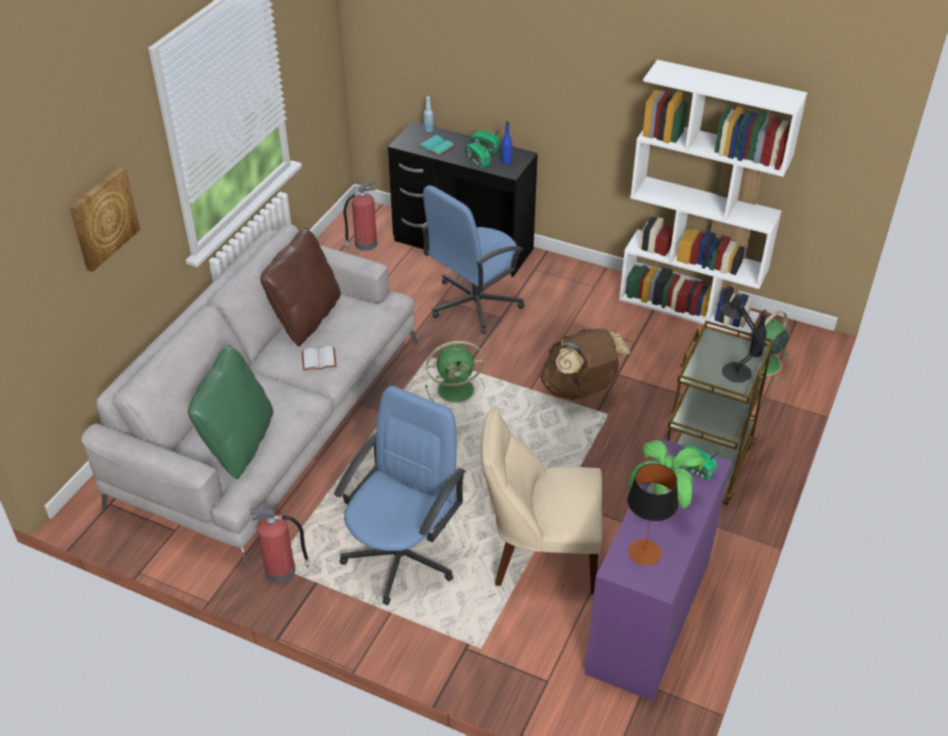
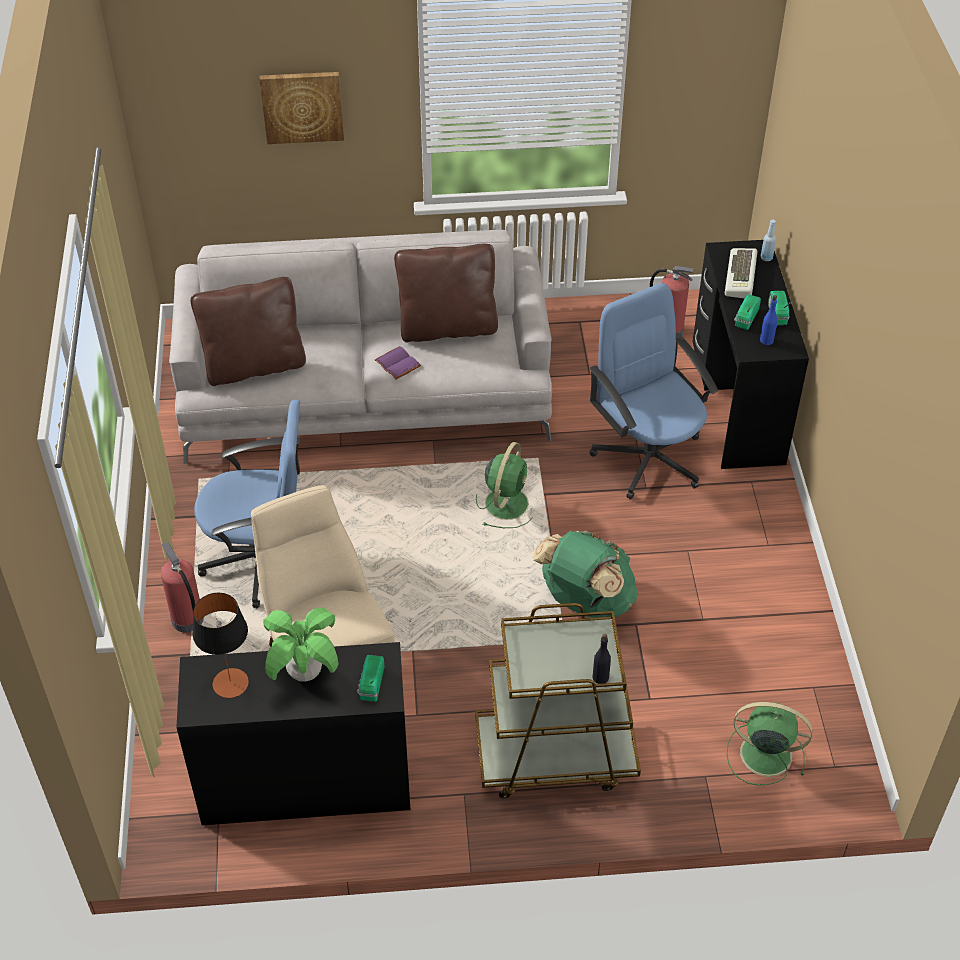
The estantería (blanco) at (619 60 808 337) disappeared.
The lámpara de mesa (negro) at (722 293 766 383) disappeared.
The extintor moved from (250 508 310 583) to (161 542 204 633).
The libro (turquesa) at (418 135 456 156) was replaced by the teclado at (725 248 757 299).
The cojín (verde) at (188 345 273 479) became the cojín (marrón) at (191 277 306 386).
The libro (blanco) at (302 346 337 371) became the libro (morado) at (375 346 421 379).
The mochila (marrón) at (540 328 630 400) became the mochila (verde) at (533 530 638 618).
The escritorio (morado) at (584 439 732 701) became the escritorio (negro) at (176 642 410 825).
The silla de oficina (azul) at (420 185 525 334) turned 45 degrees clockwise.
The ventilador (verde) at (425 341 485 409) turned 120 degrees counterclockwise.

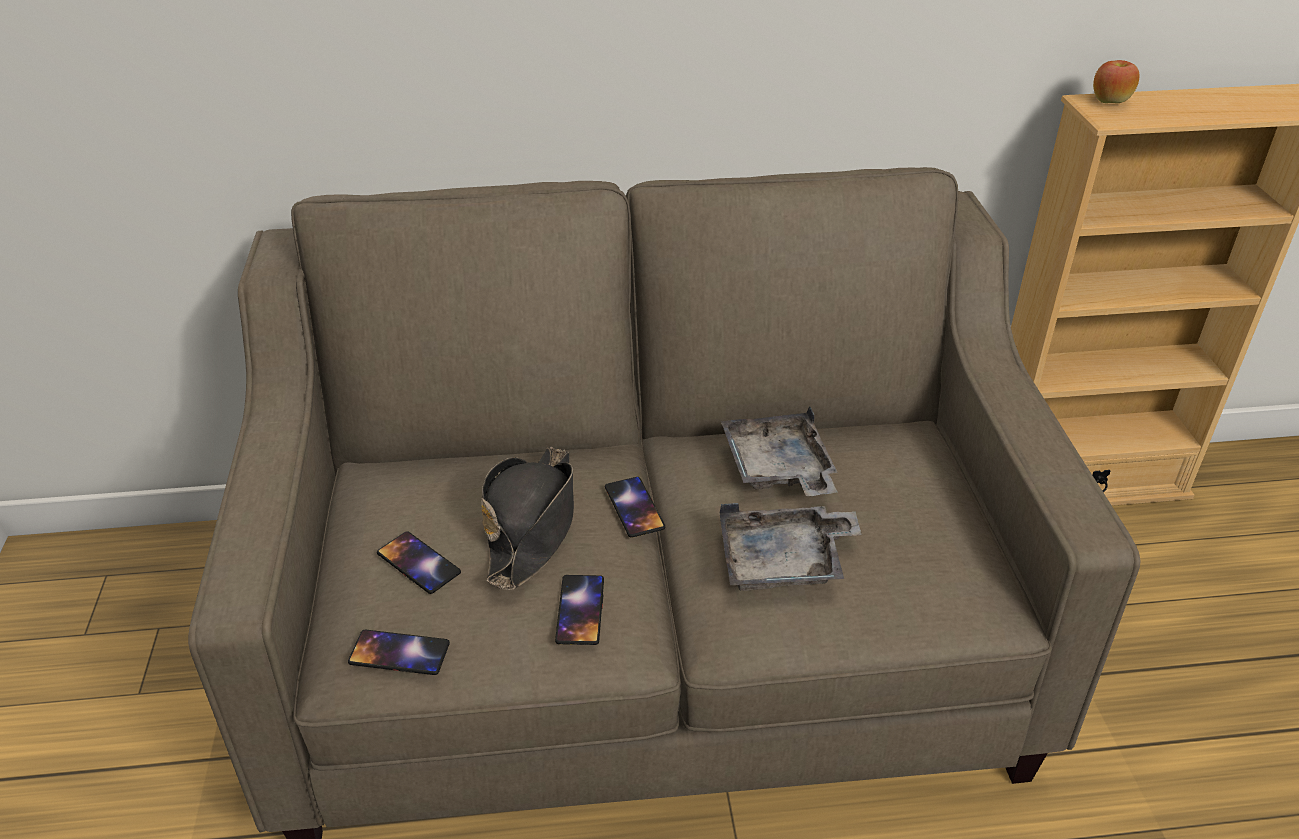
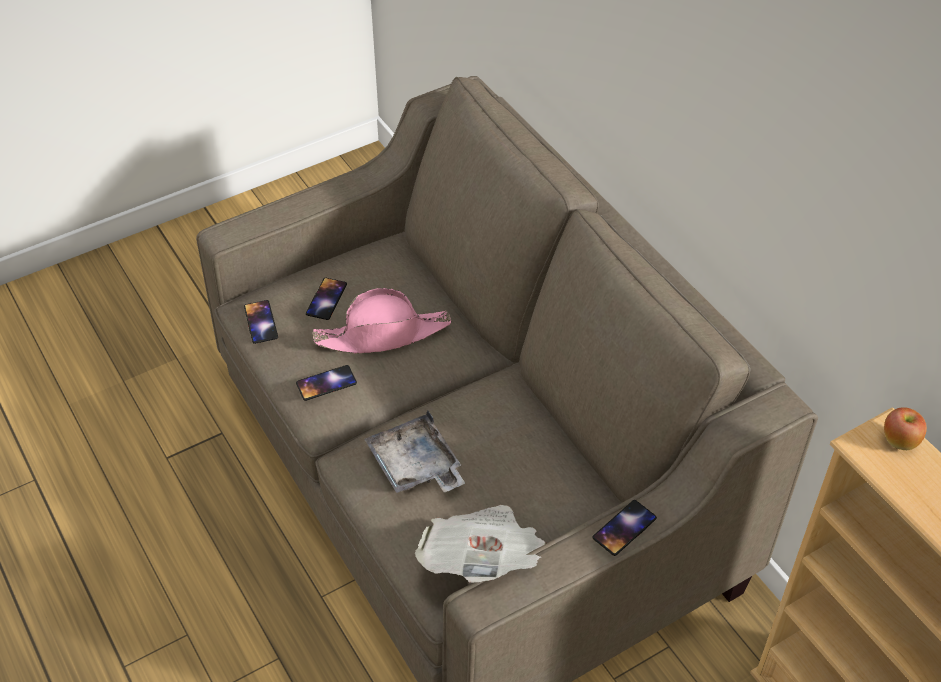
The bandeja (gris) at (721 406 838 496) disappeared.
The periódico at (414 505 547 583) appeared.
The móvil moved from (605 477 665 538) to (592 500 657 556).
The sombrero (negro) at (481 447 574 590) became the sombrero (rosa) at (312 288 452 354).

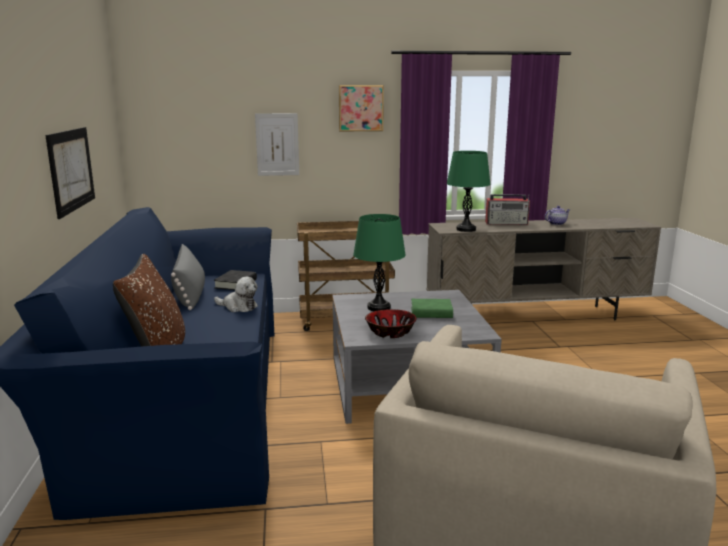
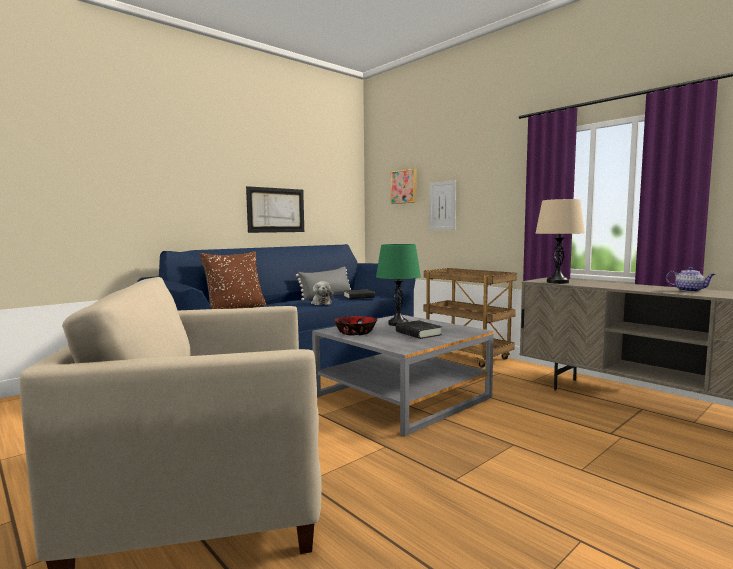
The radio at (485 194 530 225) disappeared.
The cuadro moved from (339 85 384 132) to (390 169 417 204).
The libro (verde) at (411 299 453 318) became the libro (negro) at (396 320 442 339).
The lámpara de mesa (verde) at (447 151 491 232) became the lámpara de mesa (beis) at (535 199 585 284).

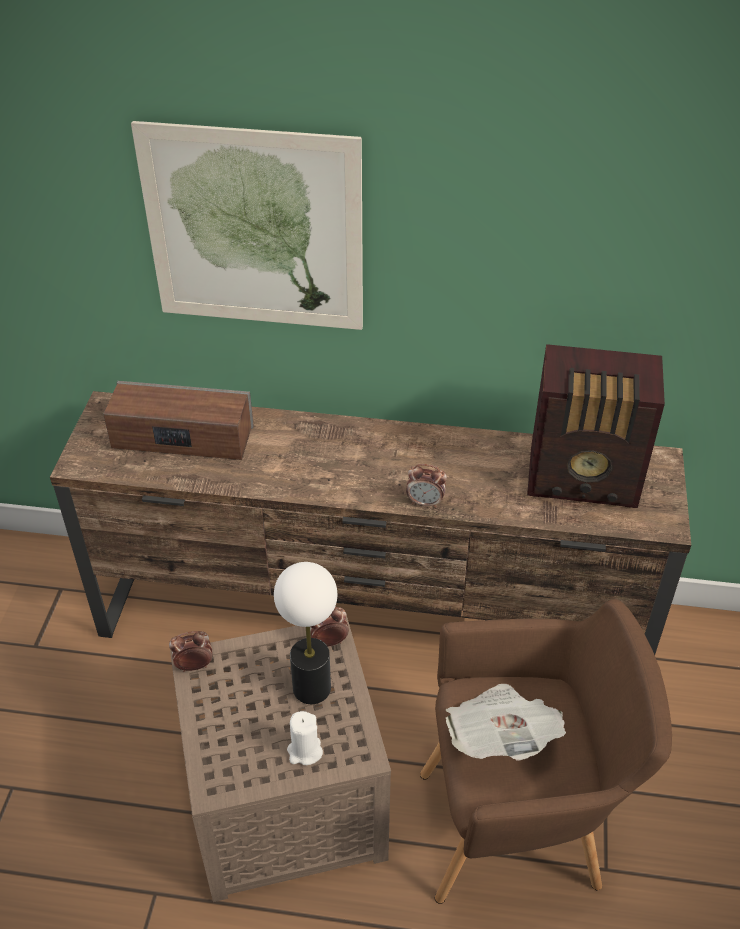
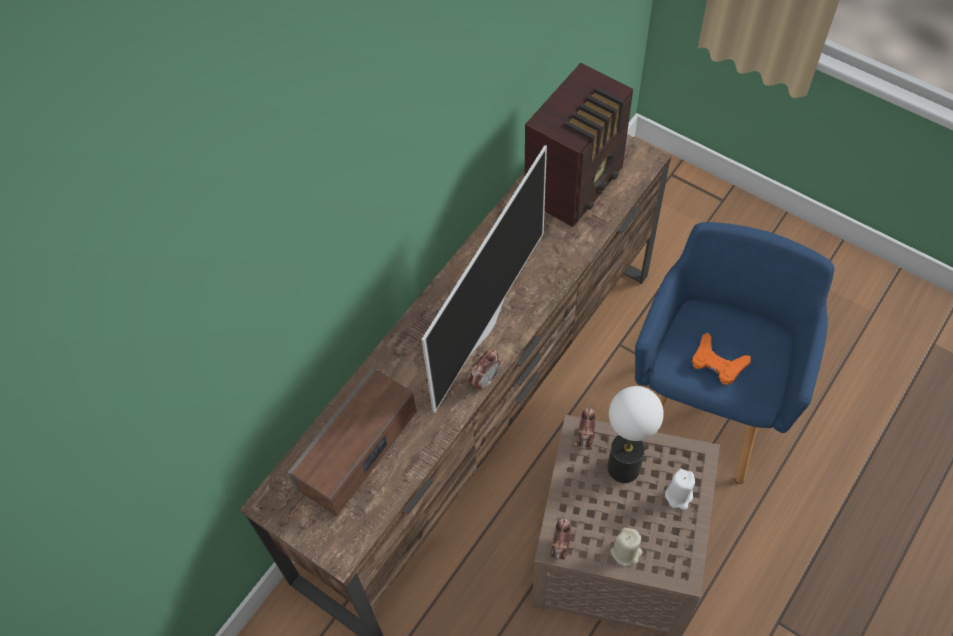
The cuadro at (131 121 363 330) disappeared.
The televisor at (421 145 547 413) appeared.
The vela (beis) at (610 528 642 566) appeared.
The despertador moved from (406 464 447 508) to (468 349 500 391).
The periódico at (446 684 566 761) was replaced by the mando de consola (naranja) at (692 333 751 385).
The sillón (marrón) at (420 599 672 904) became the sillón (azul) at (635 222 835 484).

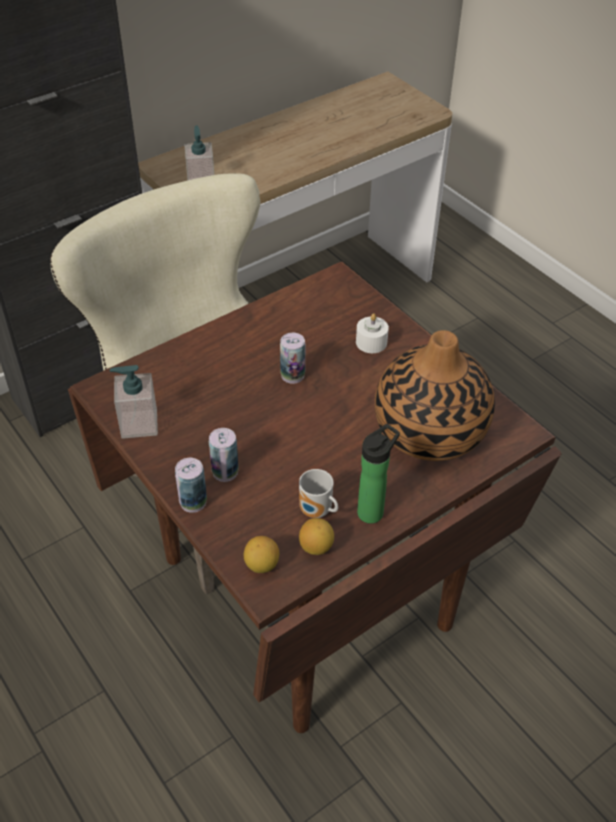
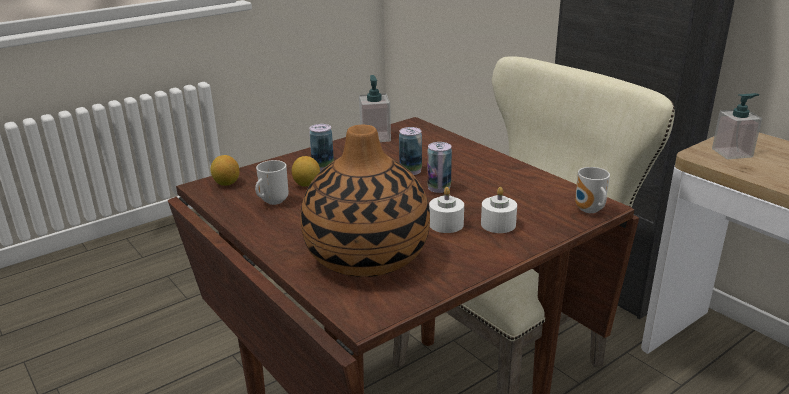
The botella at (357 424 400 524) disappeared.
The vela (blanco) at (429 187 464 233) appeared.
The taza grande at (575 167 610 213) appeared.
The lata moved from (175 458 207 513) to (399 127 422 175).
The limón moved from (299 518 334 555) to (292 156 320 187).

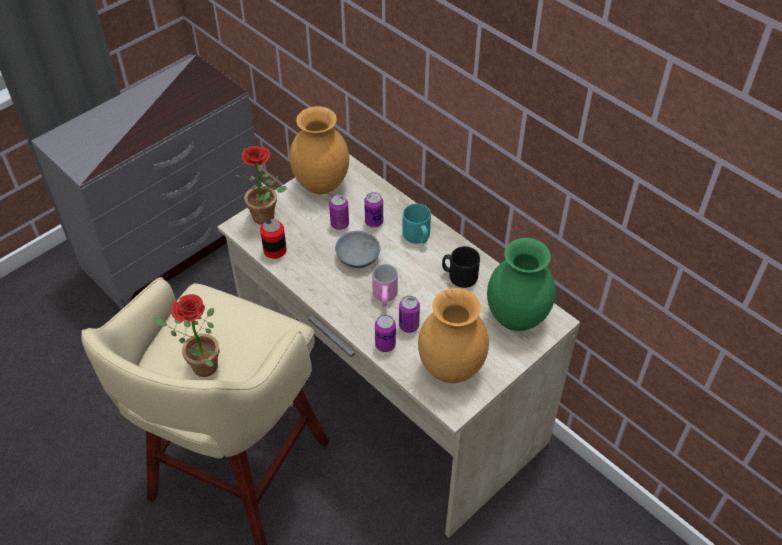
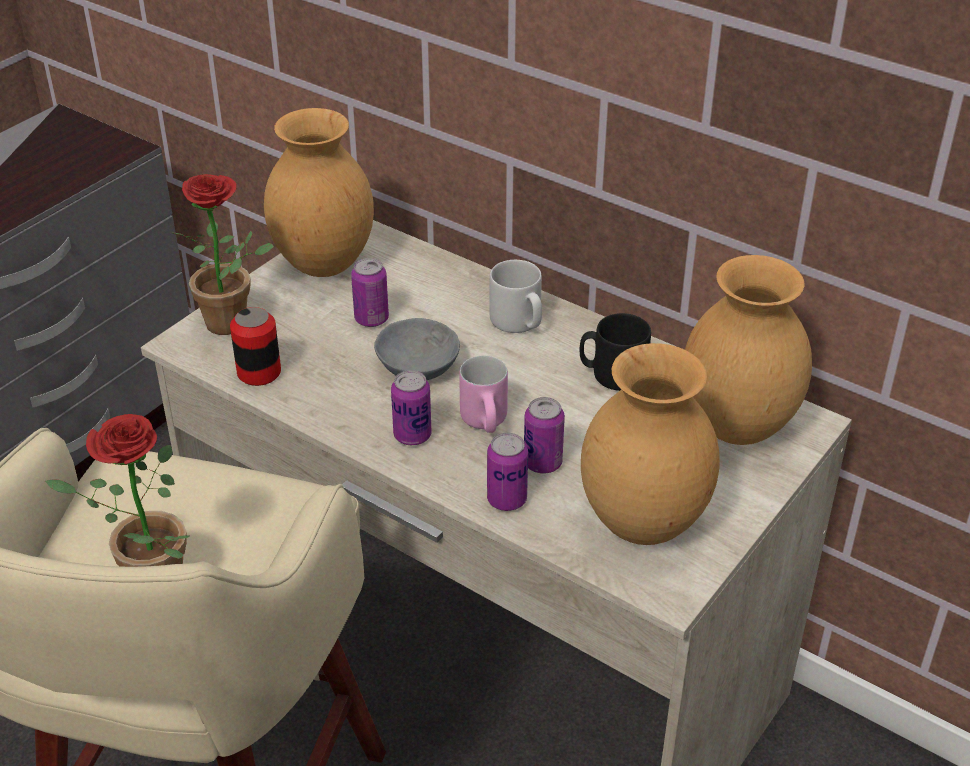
The lata moved from (364 192 383 228) to (391 370 431 445).
The taza grande (turquesa) at (402 203 431 243) became the taza grande (gris) at (490 260 542 333).
The florero (verde) at (487 238 556 331) became the florero (marrón) at (685 255 812 445).

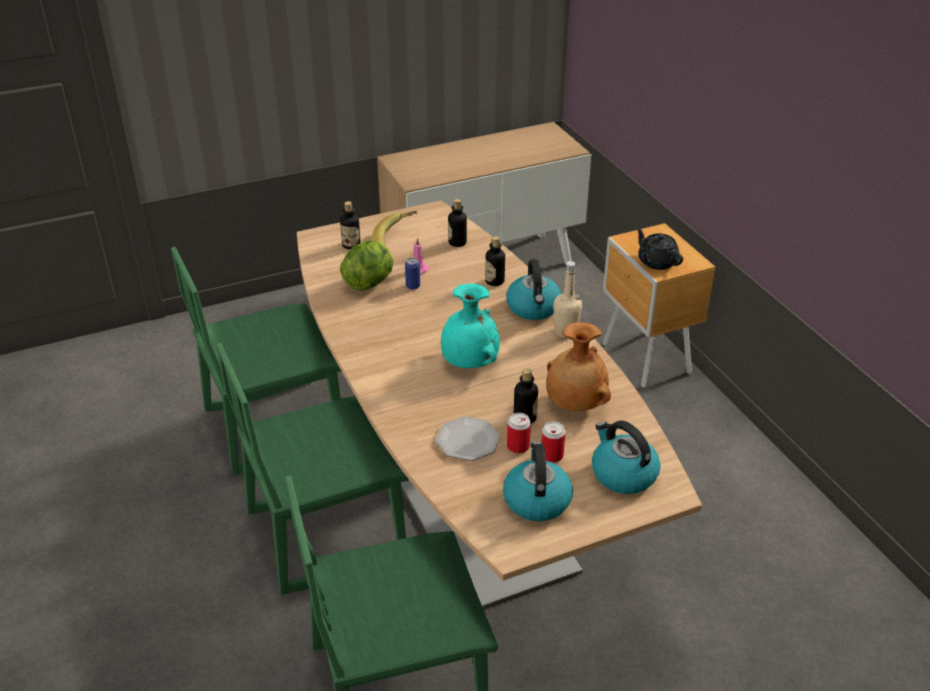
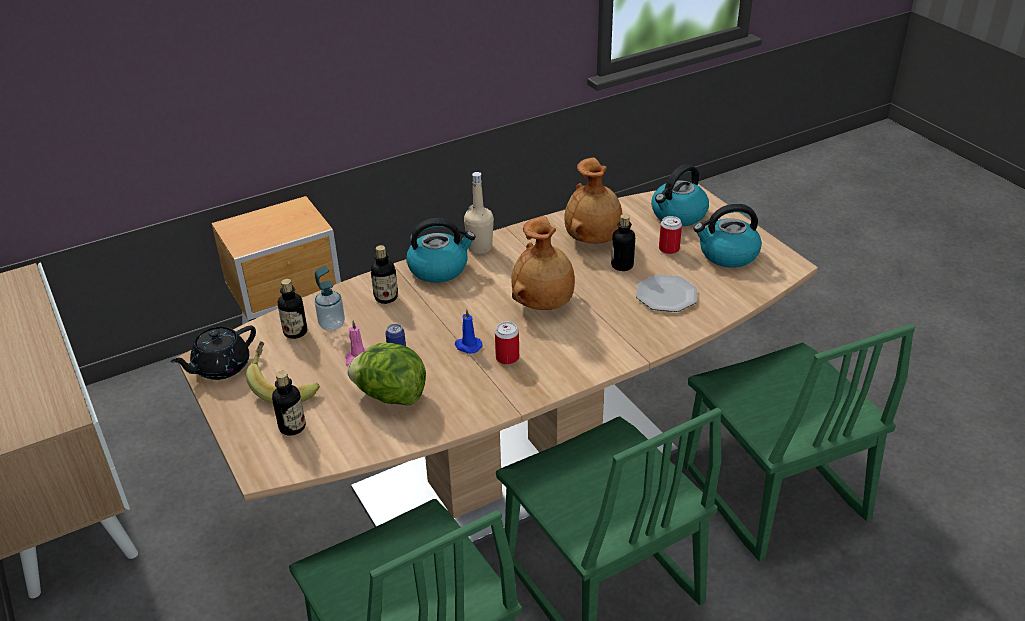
The dispensador de jabón at (315 266 345 331) appeared.
The vela (azul) at (455 309 483 354) appeared.
The lata moved from (507 413 531 454) to (495 322 519 365).
The tetera (negro) moved from (636 227 683 270) to (170 325 256 380).
The florero (turquesa) at (441 283 500 368) became the florero (marrón) at (511 217 575 310).

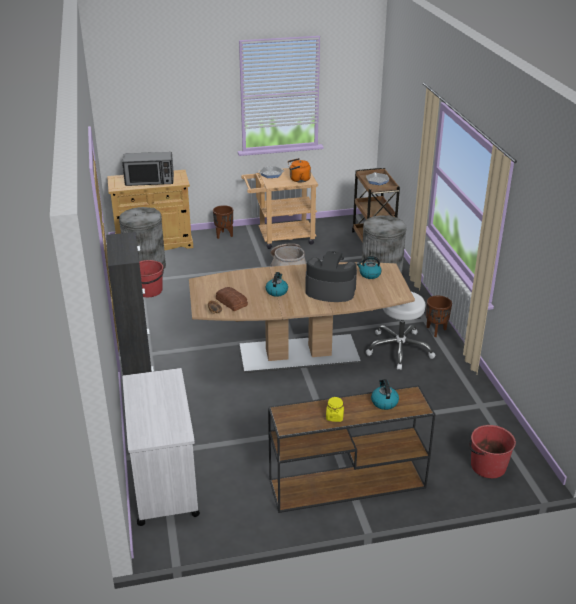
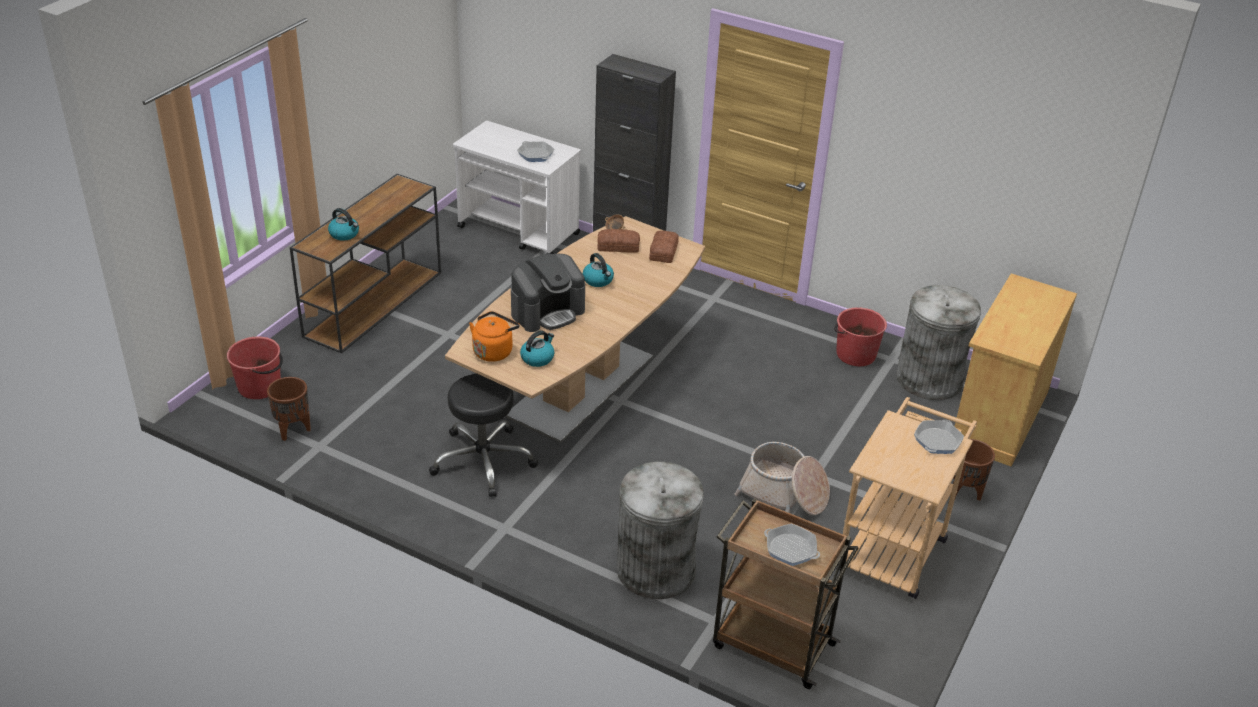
The microondas at (122 152 174 186) disappeared.
The tarro (amarillo) at (326 397 344 422) disappeared.
The sartén at (517 141 554 162) appeared.
The pan at (649 231 679 263) appeared.
The hervidor (naranja) moved from (288 158 311 182) to (469 311 520 362).
The maceta (marrón) moved from (426 296 452 337) to (267 377 311 441).
The taburete (blanco) at (366 292 435 370) became the taburete (negro) at (429 374 538 497).

